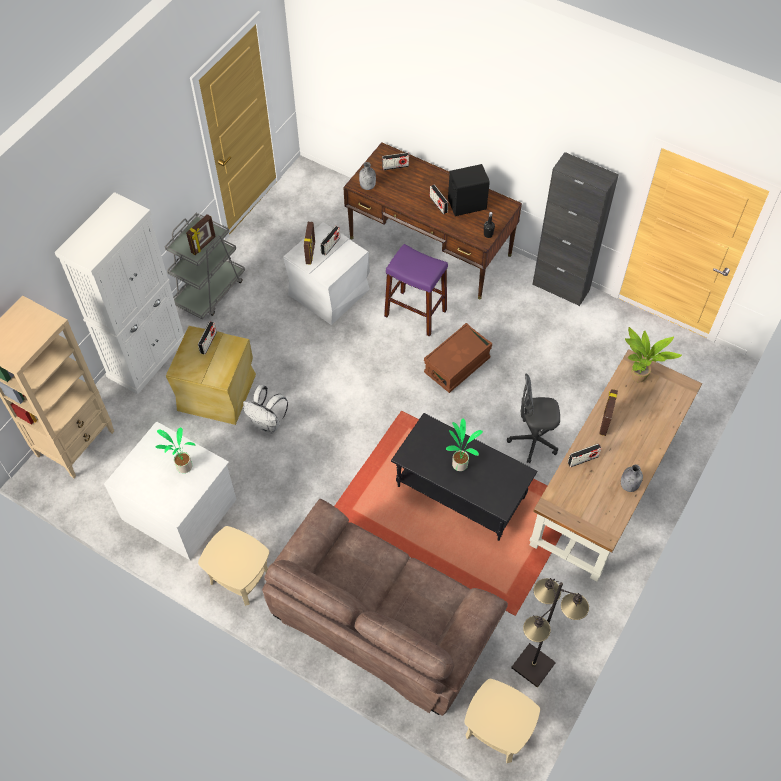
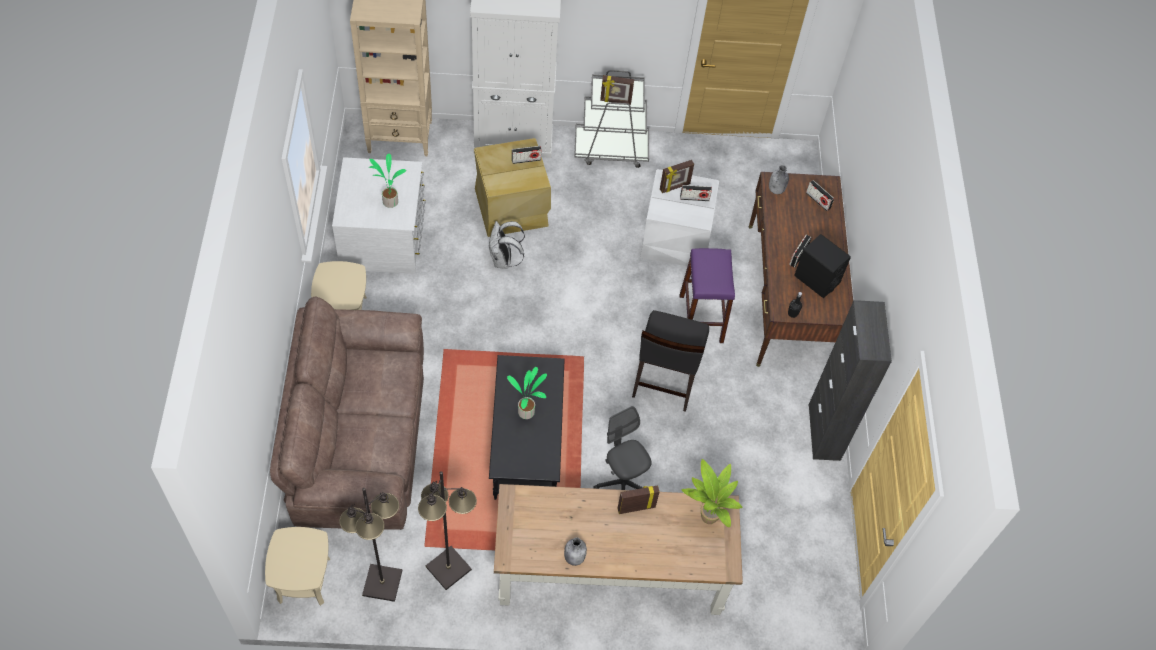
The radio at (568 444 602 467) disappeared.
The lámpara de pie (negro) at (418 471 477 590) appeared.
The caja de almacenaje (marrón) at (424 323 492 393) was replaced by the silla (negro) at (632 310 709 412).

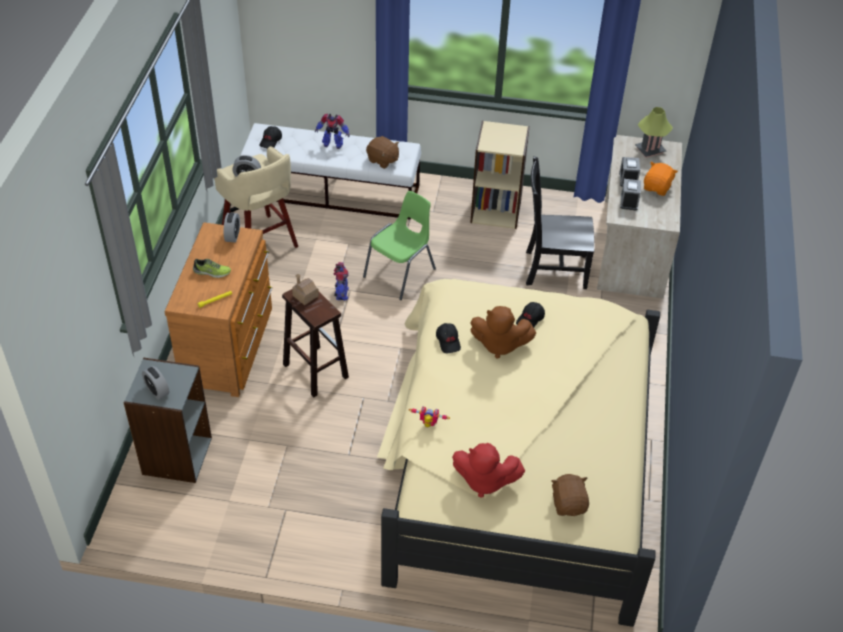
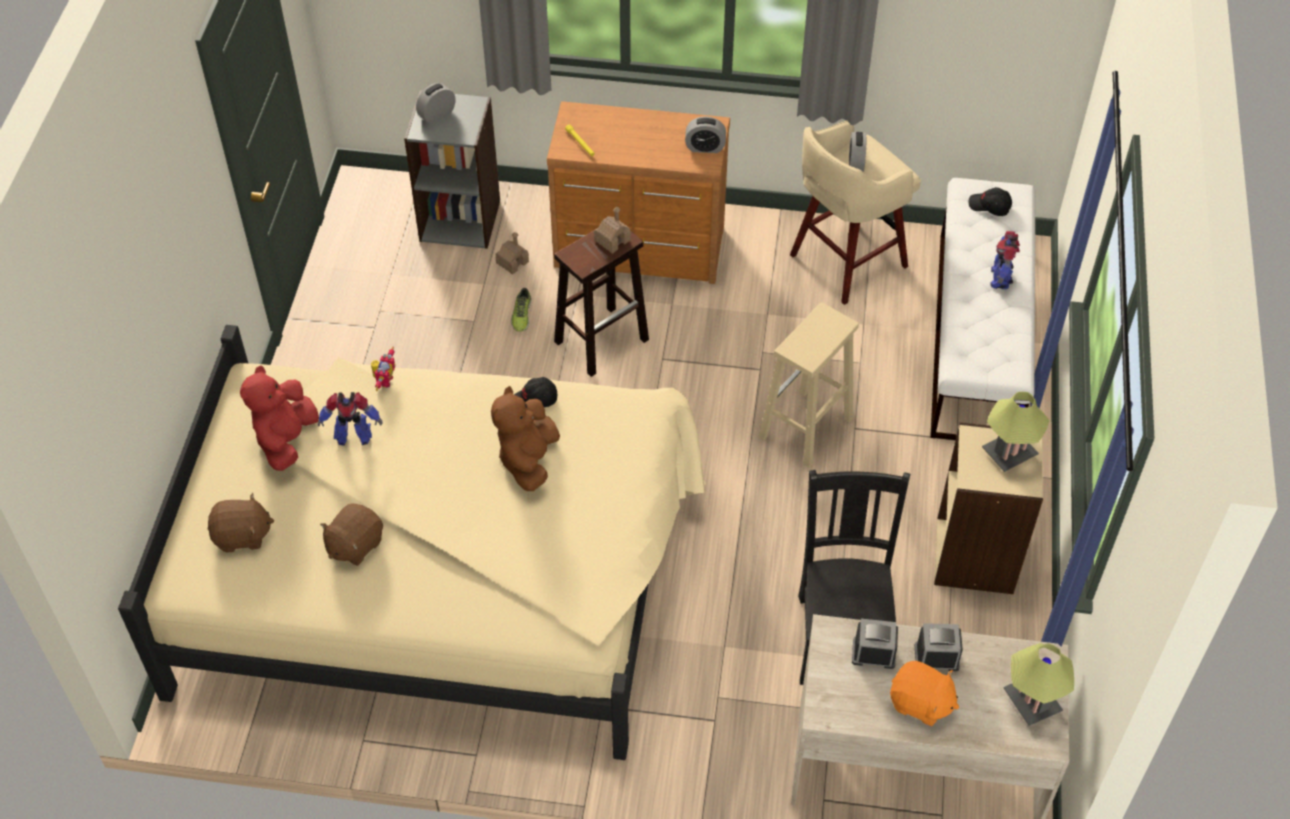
The gorra (negro) at (516 302 545 328) disappeared.
The casita at (496 232 529 275) appeared.
The lámpara de mesa at (982 392 1050 472) appeared.
The zapato moved from (193 259 231 278) to (511 288 531 332).
The robot de juguete moved from (334 262 349 301) to (318 392 383 446).
The peluche (marrón) moved from (366 136 399 169) to (320 503 383 566).
The silla (verde) at (363 191 436 300) was replaced by the taburete (beis) at (759 302 859 468).

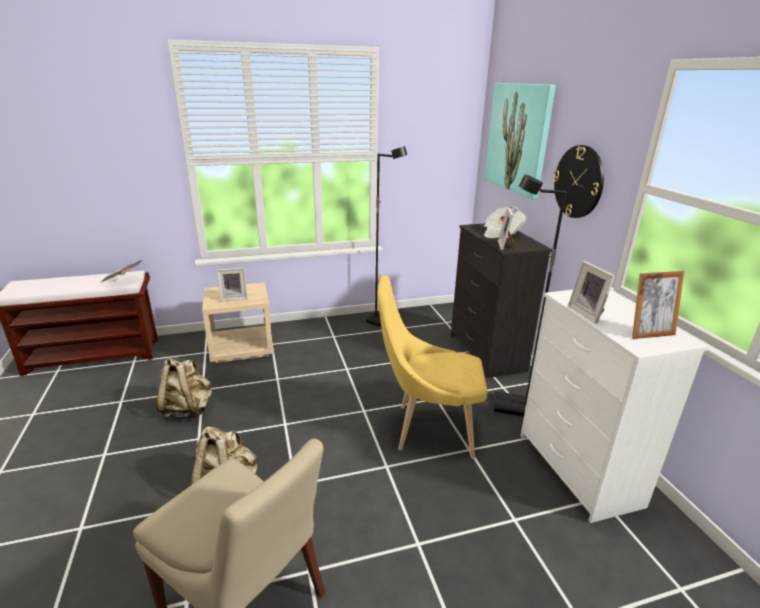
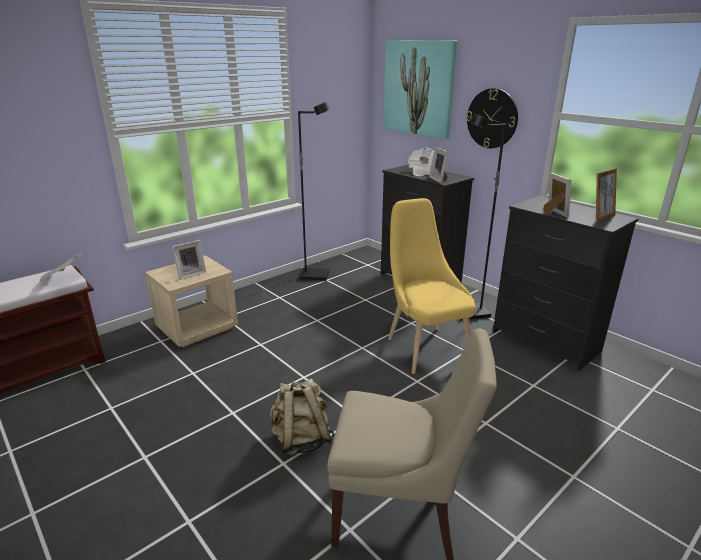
The mochila (beis) at (157 358 212 419) disappeared.
The cómoda (blanco) at (520 290 709 523) became the cómoda (negro) at (493 196 639 371).
The silla (amarillo) at (377 275 487 459) turned 90 degrees clockwise.
The portarretratos at (568 261 615 324) turned 150 degrees counterclockwise.

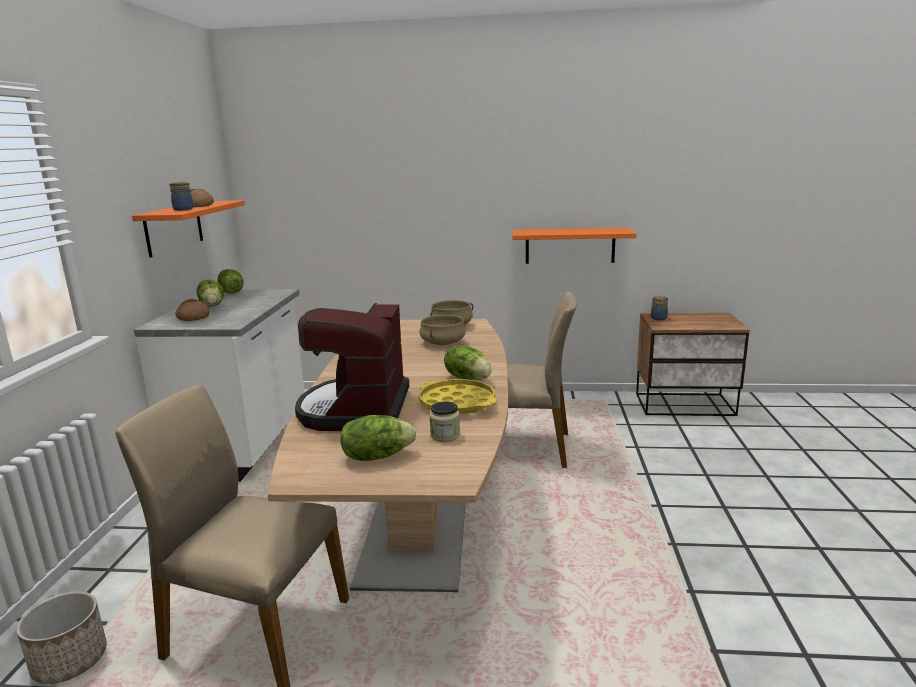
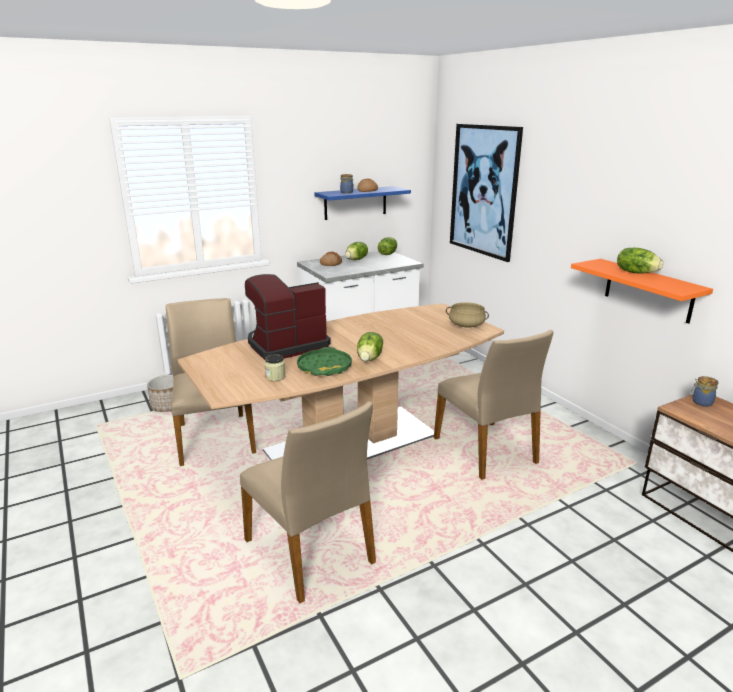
The olla (beis) at (419 315 466 345) disappeared.
The silla (beis) at (240 401 376 603) appeared.
The cuadro at (450 124 523 262) appeared.
The lechuga moved from (340 415 416 461) to (617 248 663 274).
The estante (naranja) at (132 200 245 258) became the estante (azul) at (314 186 411 220).
The bandeja (amarillo) at (419 379 497 414) became the bandeja (verde) at (297 347 352 376).

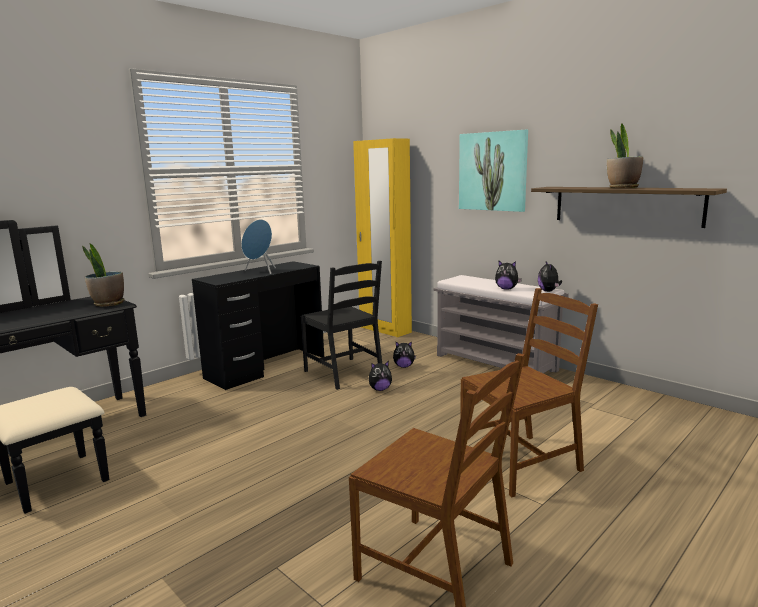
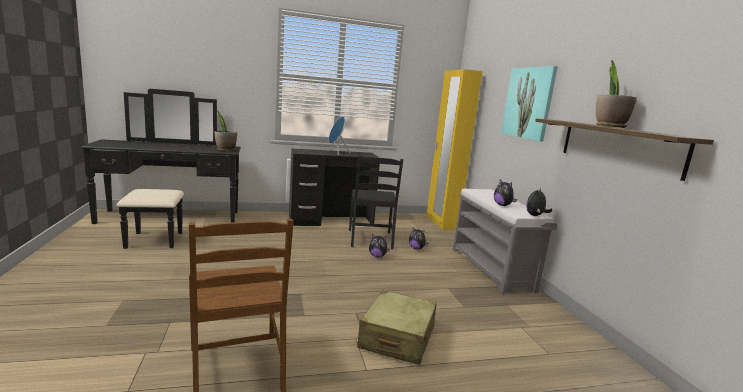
The silla (marrón) at (460 288 598 497) was replaced by the maleta (beis) at (357 290 437 365).

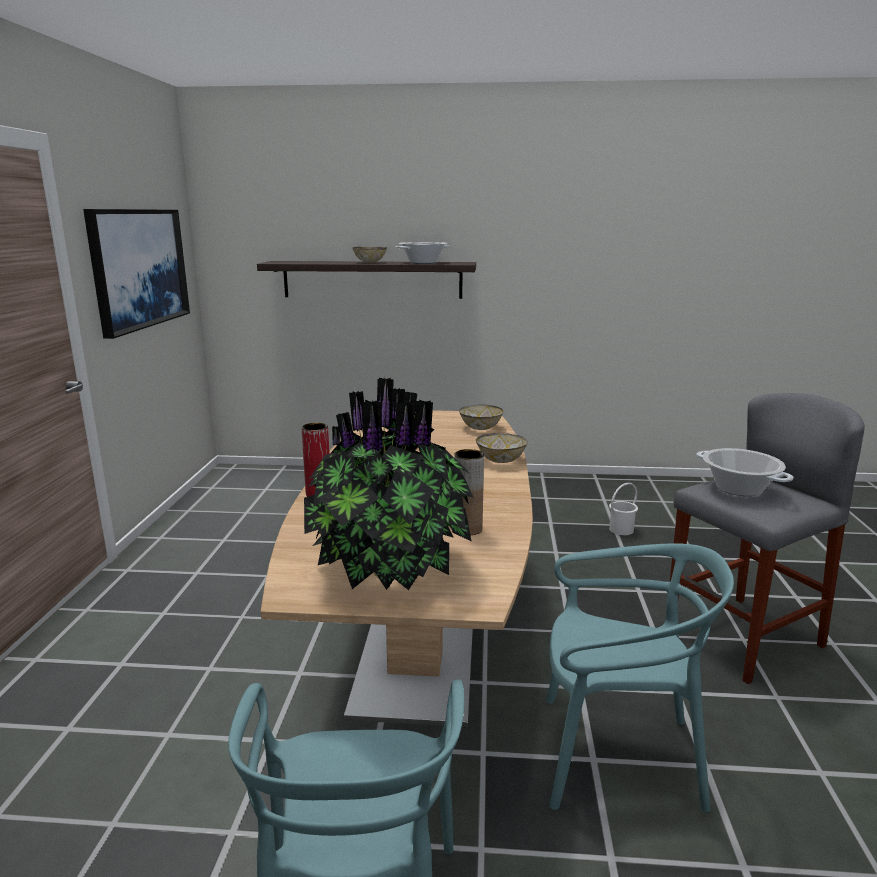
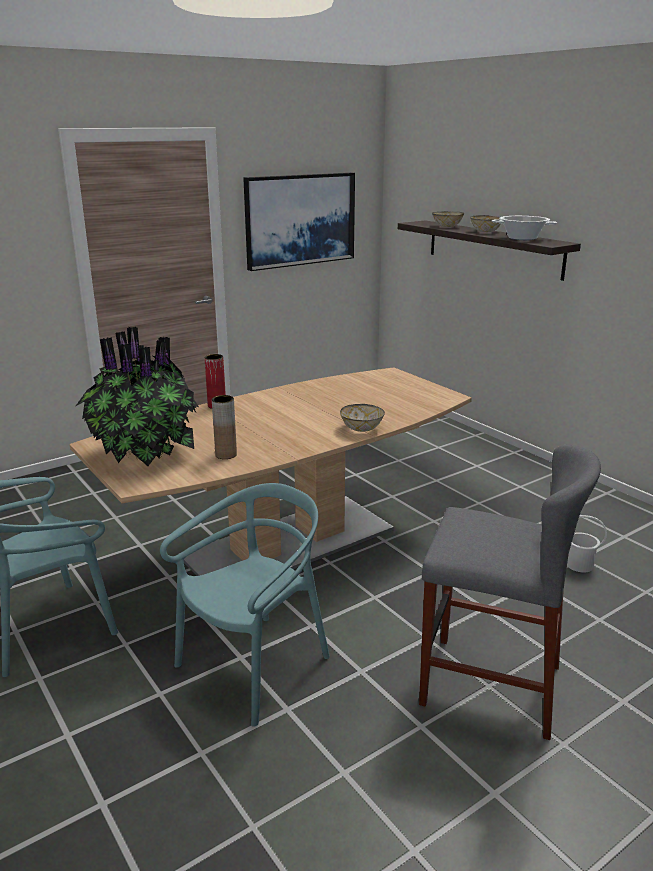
The olla at (696 448 794 496) disappeared.
The cuenco moved from (459 404 503 430) to (432 211 464 227).
The silla (turquesa) at (546 543 734 812) turned 105 degrees counterclockwise.

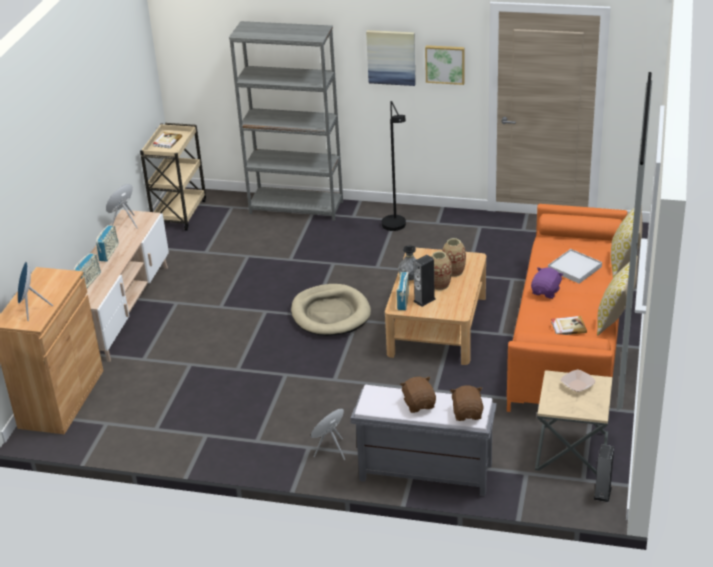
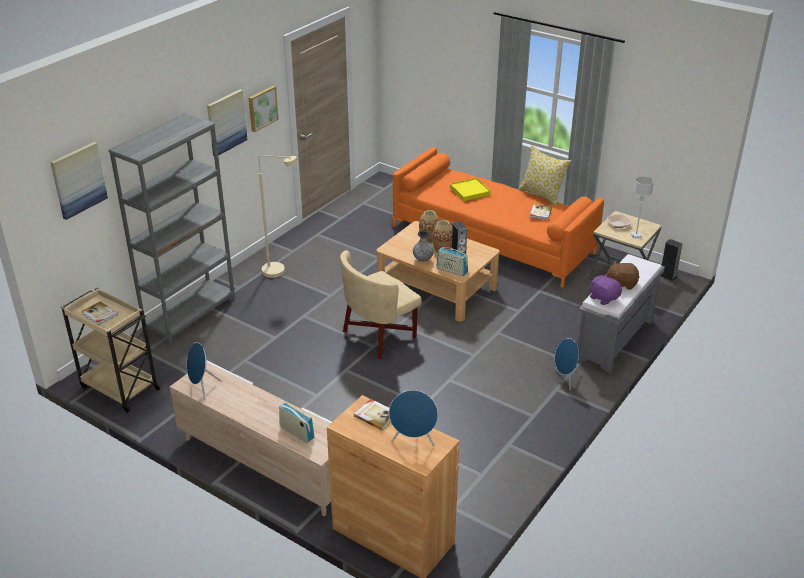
The radio at (96 225 118 262) disappeared.
The peluche (marrón) at (450 385 483 421) disappeared.
The cojín at (611 207 643 278) disappeared.
The cuadro at (50 142 108 220) appeared.
The libro at (354 399 391 430) appeared.
The lámpara de mesa (gris) at (631 176 654 239) appeared.
The peluche (morado) moved from (531 267 564 299) to (590 274 622 305).
The cama para perro (beis) at (291 284 371 336) was replaced by the sillón (beis) at (340 250 421 359).
The lámpara de pie (negro) at (381 101 406 231) became the lámpara de pie (beis) at (258 155 298 278).
The bandeja (blanco) at (548 249 602 284) became the bandeja (amarillo) at (450 178 491 201).

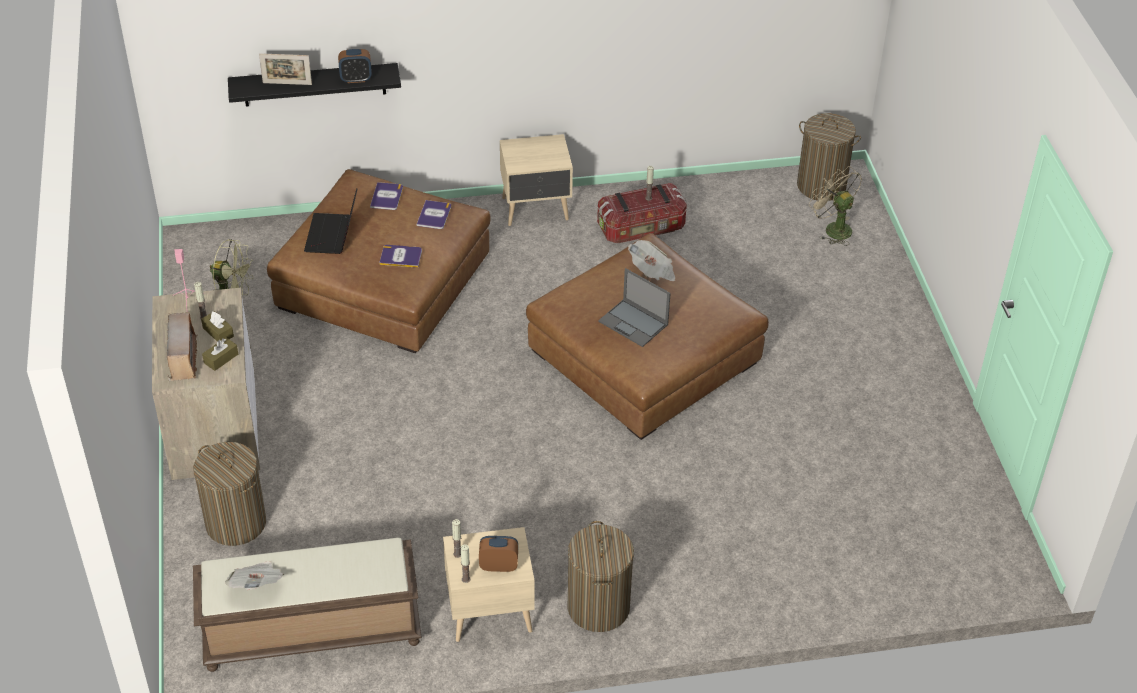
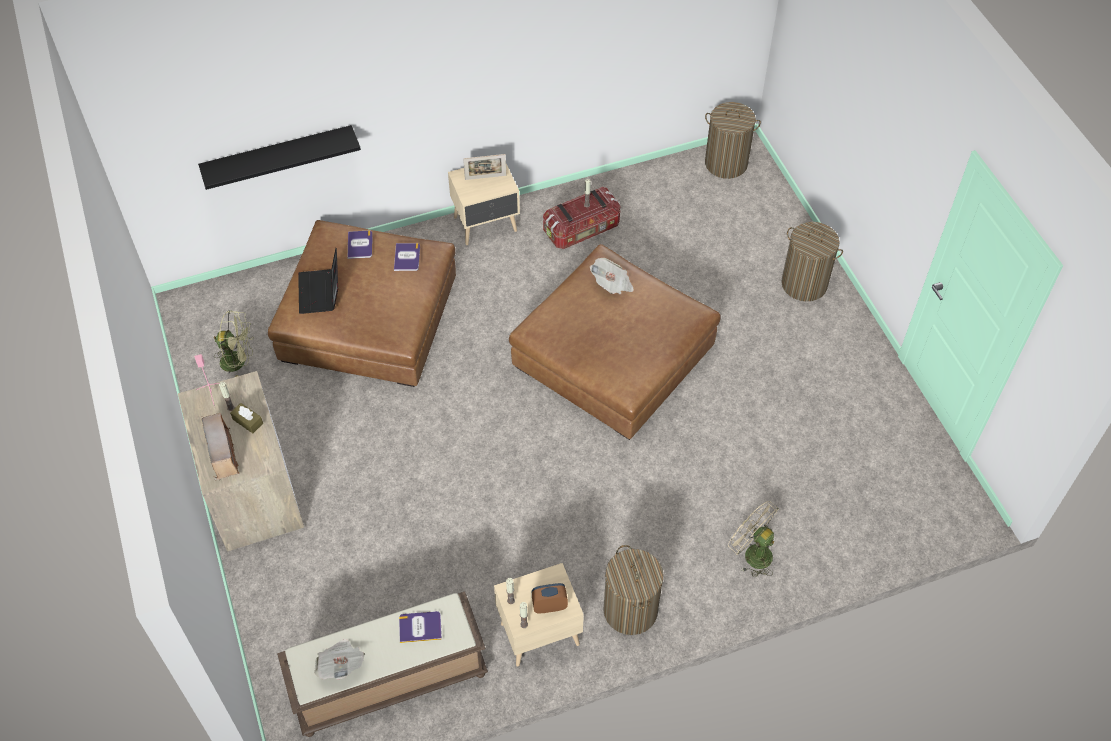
The caja de pañuelos (marrón) at (202 337 238 371) disappeared.
The despertador at (338 49 372 83) disappeared.
The portátil at (598 268 671 347) disappeared.
The cesto de la ropa moved from (193 442 266 546) to (781 222 843 301).
The portarretratos moved from (259 53 312 85) to (463 154 507 180).
The libro moved from (379 245 422 268) to (399 611 442 643).
The ventilador (beis) moved from (809 166 862 246) to (728 501 779 577).

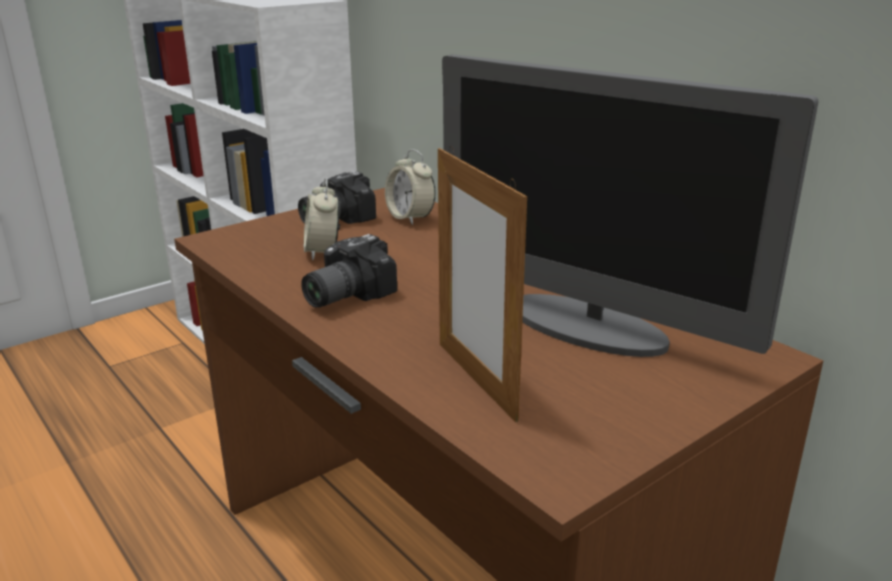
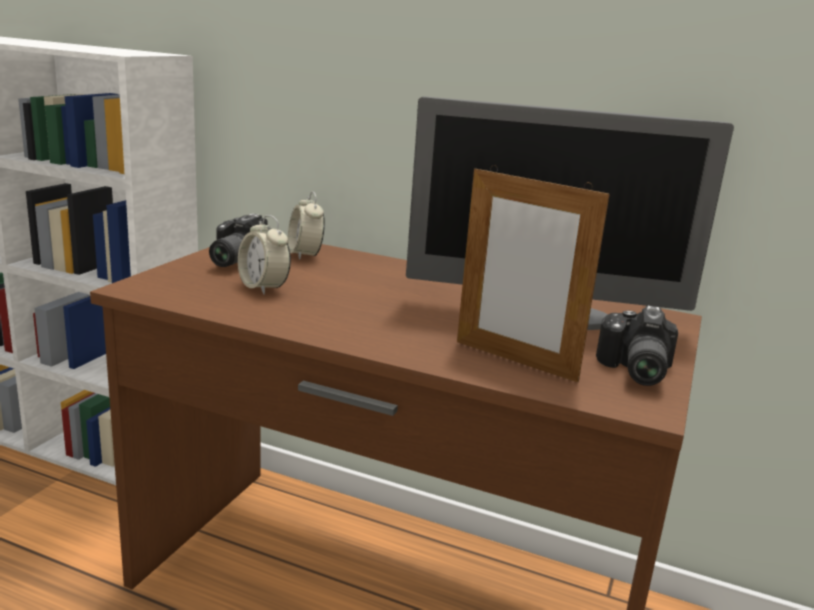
The cámara moved from (301 234 397 307) to (596 306 678 386).
The despertador at (385 149 436 225) turned 45 degrees clockwise.

